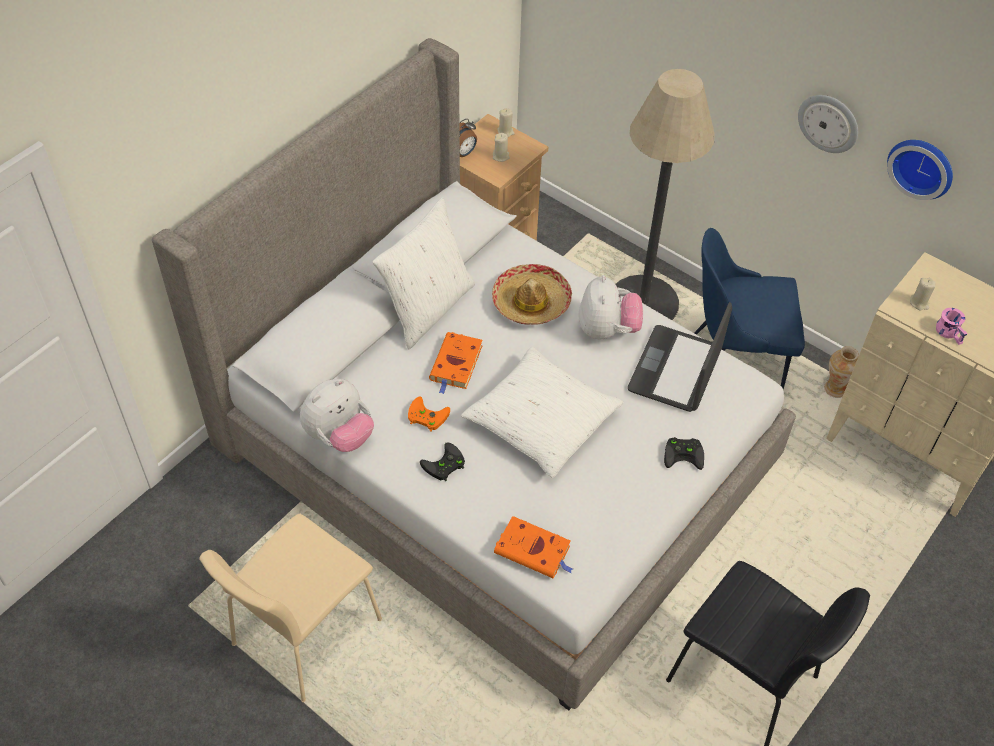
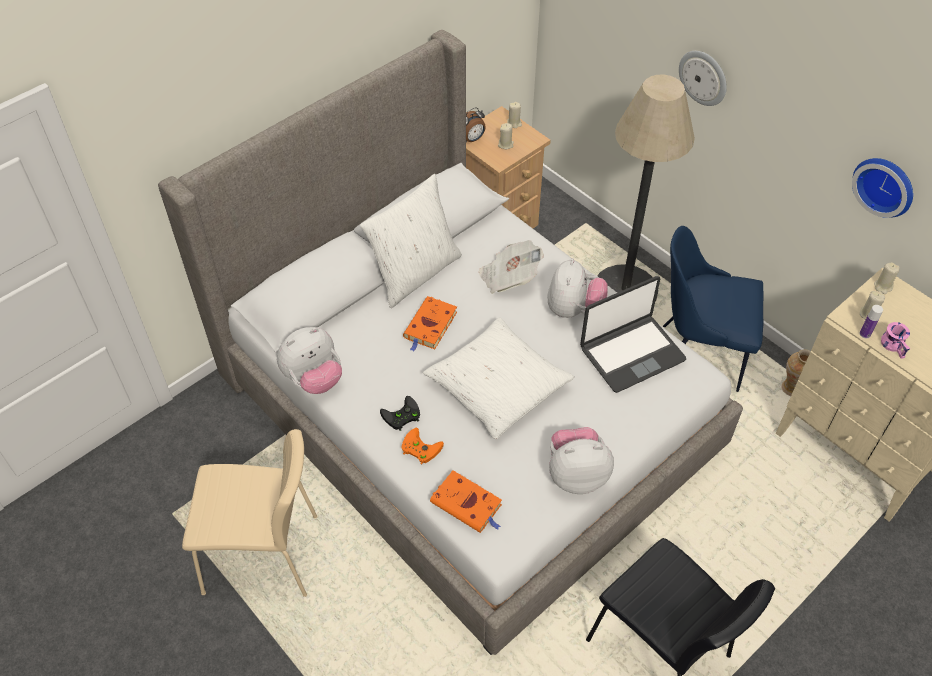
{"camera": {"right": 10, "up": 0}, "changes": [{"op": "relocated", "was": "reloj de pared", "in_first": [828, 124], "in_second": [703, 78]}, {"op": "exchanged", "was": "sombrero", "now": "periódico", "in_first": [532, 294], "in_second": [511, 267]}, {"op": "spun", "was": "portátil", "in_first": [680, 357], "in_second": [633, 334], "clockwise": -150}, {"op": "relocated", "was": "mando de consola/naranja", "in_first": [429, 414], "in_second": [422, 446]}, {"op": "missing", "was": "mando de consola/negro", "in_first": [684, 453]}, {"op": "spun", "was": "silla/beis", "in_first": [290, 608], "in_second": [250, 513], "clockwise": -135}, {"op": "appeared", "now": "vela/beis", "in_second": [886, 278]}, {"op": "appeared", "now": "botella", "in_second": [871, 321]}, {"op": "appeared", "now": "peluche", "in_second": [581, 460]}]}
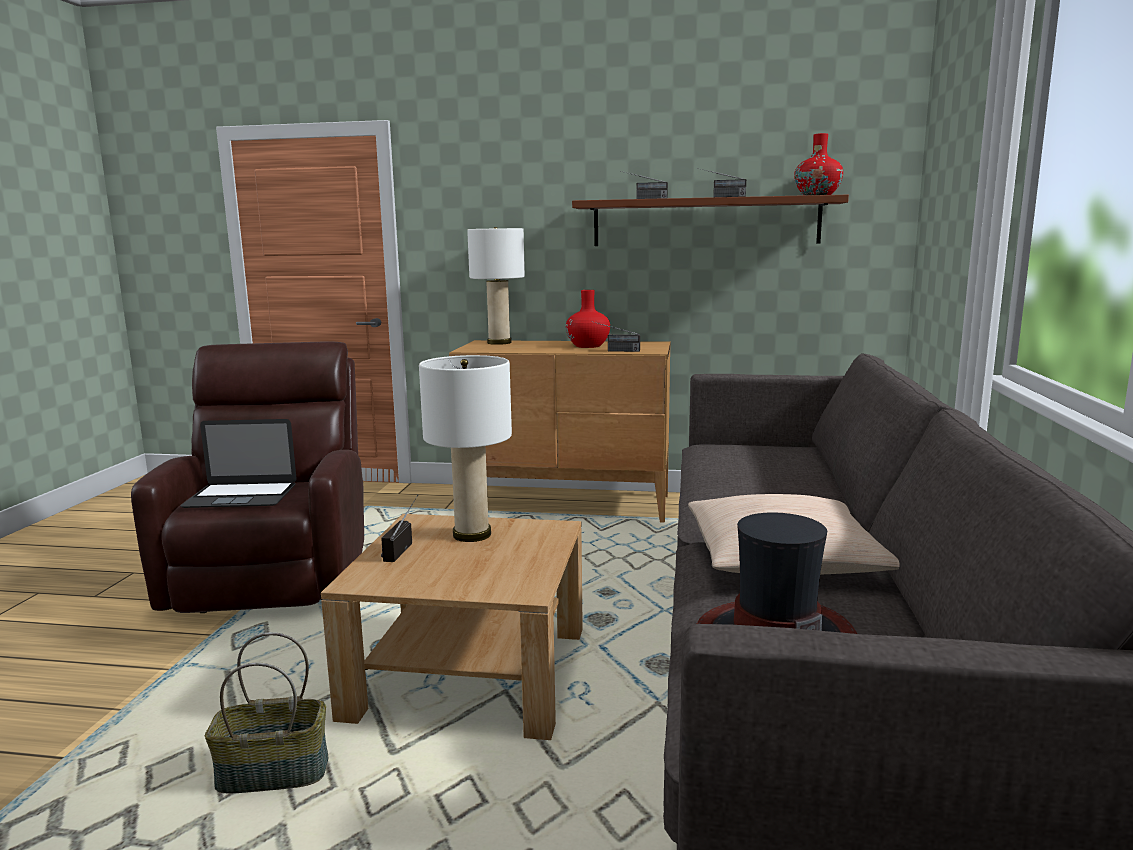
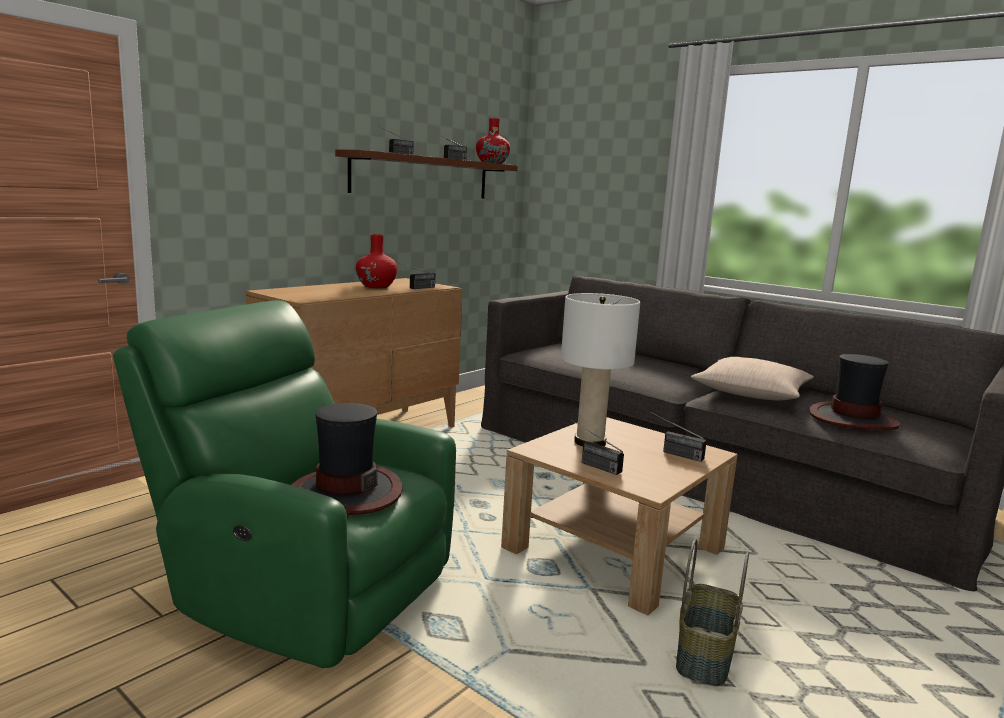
{"camera": {"right": -60, "up": 0}, "changes": [{"op": "missing", "was": "lámpara de mesa/blanco", "in_first": [496, 286]}, {"op": "colour", "was": "sillón/marrón", "now": "sillón/verde", "in_first": [247, 477], "in_second": [284, 484]}, {"op": "exchanged", "was": "portátil", "now": "sombrero", "in_first": [239, 463], "in_second": [347, 459]}, {"op": "appeared", "now": "radio", "in_second": [678, 437]}]}
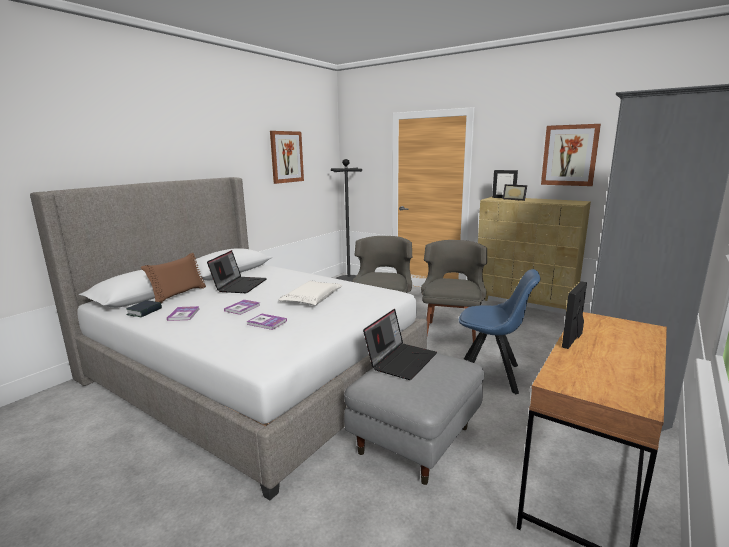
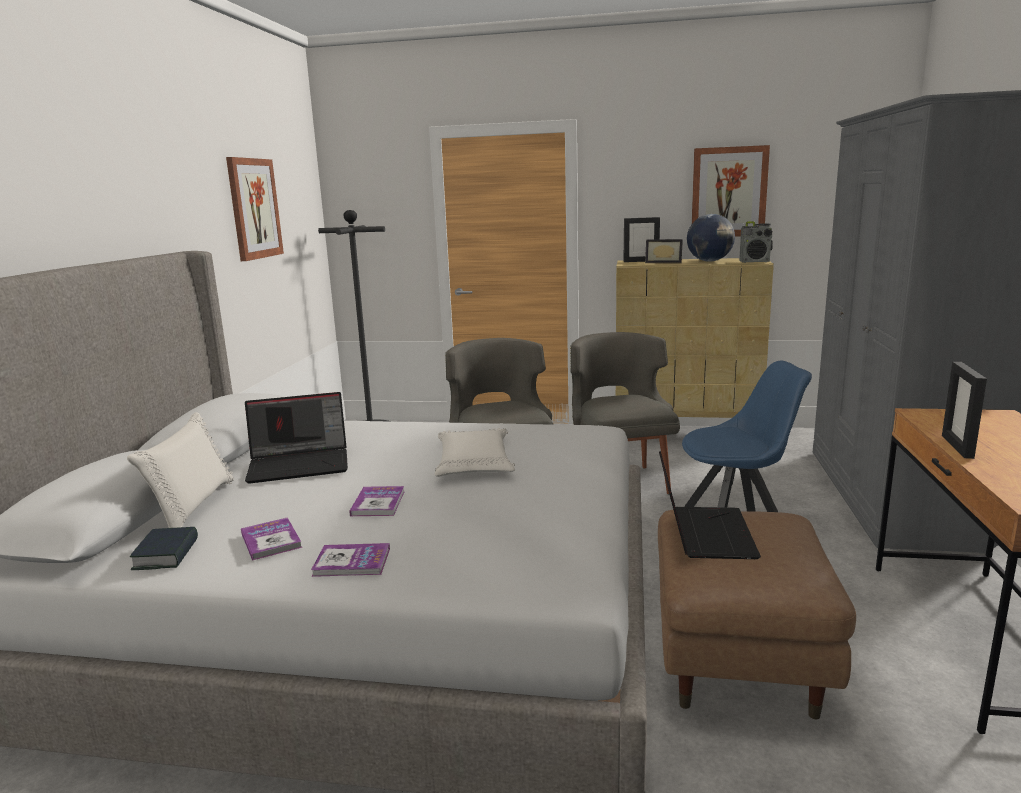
{"camera": {"right": -25, "up": 0}, "changes": [{"op": "spun", "was": "portátil", "in_first": [237, 271], "in_second": [296, 438], "clockwise": 90}, {"op": "colour", "was": "cojín/marrón", "now": "cojín/blanco", "in_first": [173, 278], "in_second": [180, 470]}, {"op": "relocated", "was": "libro", "in_first": [266, 322], "in_second": [350, 560]}, {"op": "colour", "was": "puf/gris", "now": "puf/marrón", "in_first": [414, 419], "in_second": [757, 614]}, {"op": "appeared", "now": "globo terráqueo", "in_second": [711, 237]}, {"op": "appeared", "now": "radio", "in_second": [756, 242]}]}
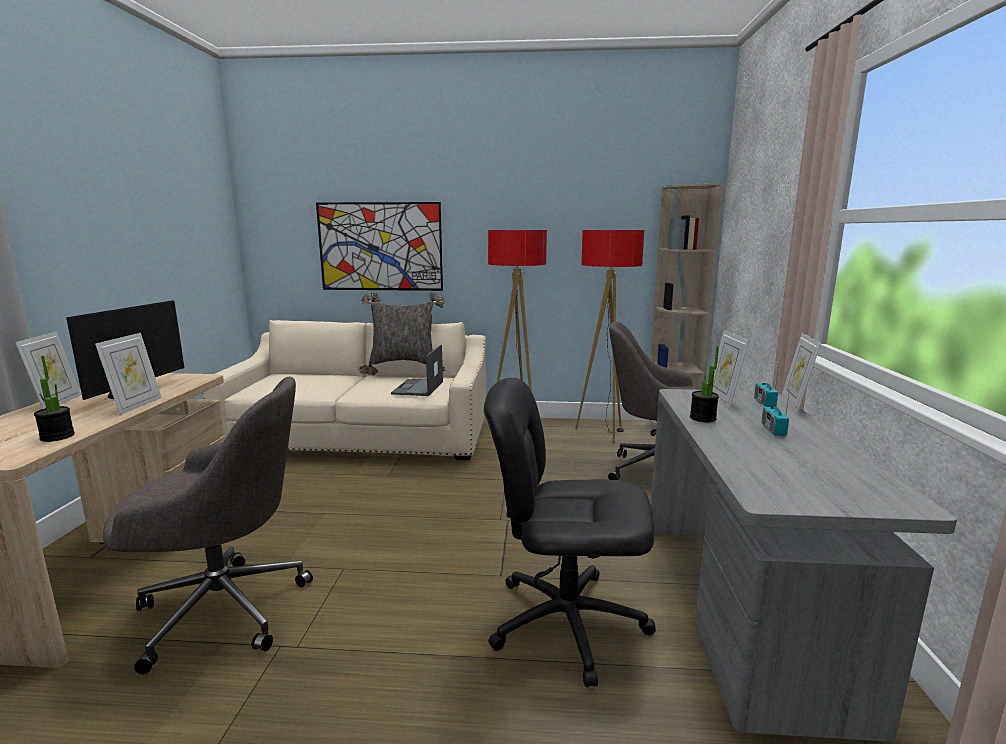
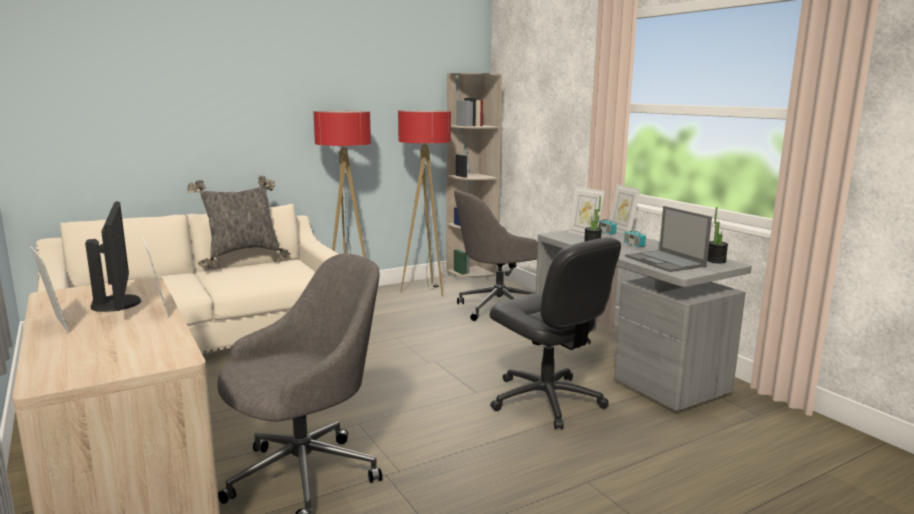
{"camera": {"right": -35, "up": 0}, "changes": [{"op": "missing", "was": "cuadro", "in_first": [379, 246]}, {"op": "relocated", "was": "portátil", "in_first": [417, 370], "in_second": [668, 239]}, {"op": "relocated", "was": "planta en maceta", "in_first": [54, 399], "in_second": [717, 235]}, {"op": "spun", "was": "silla de oficina/negro", "in_first": [570, 532], "in_second": [555, 333], "clockwise": -105}]}
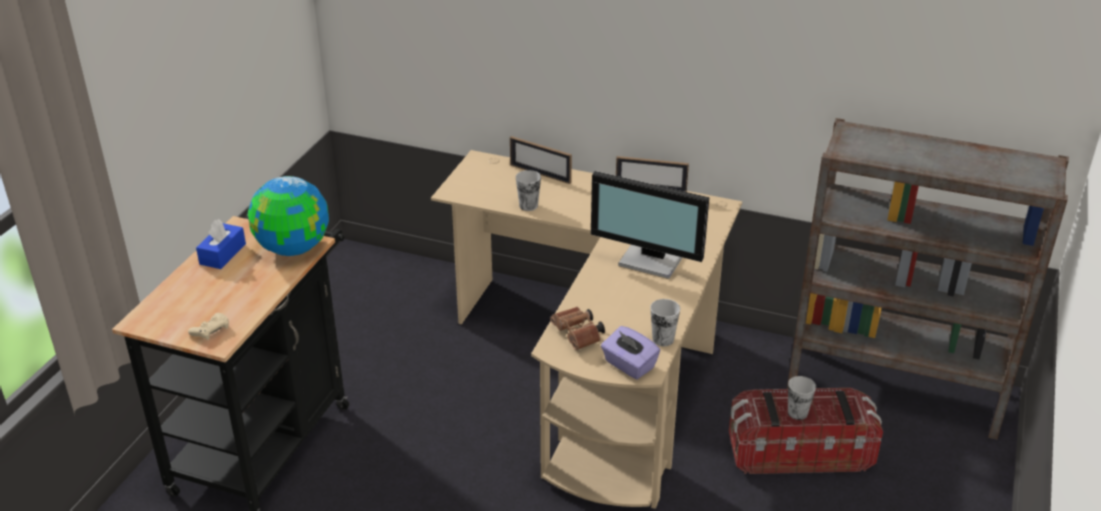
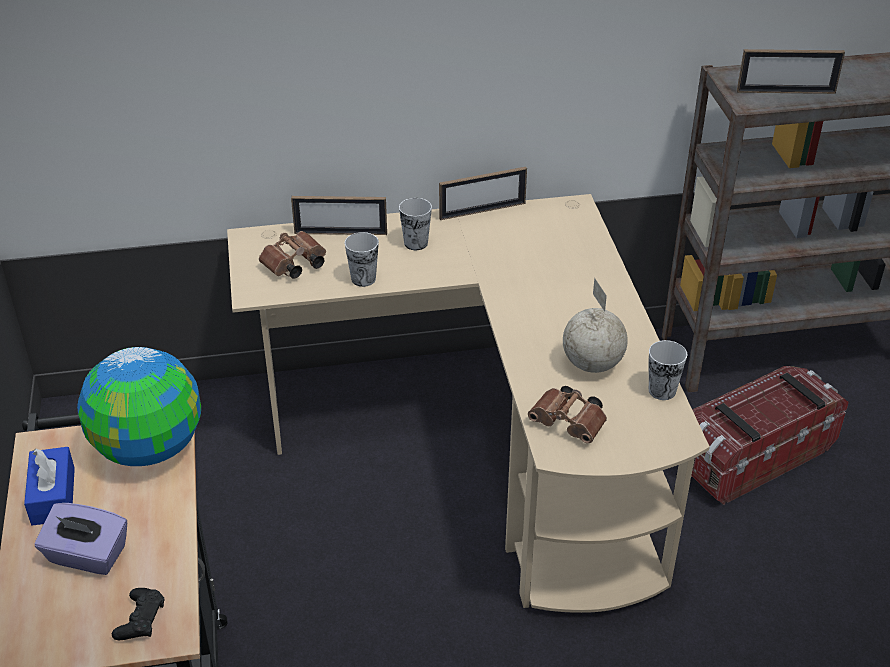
{"camera": {"right": -30, "up": 5}, "changes": [{"op": "missing", "was": "monitor", "in_first": [650, 225]}, {"op": "colour", "was": "mando de consola/beis", "now": "mando de consola/negro", "in_first": [208, 326], "in_second": [138, 614]}, {"op": "relocated", "was": "caja de pañuelos/morado", "in_first": [630, 352], "in_second": [80, 539]}, {"op": "relocated", "was": "taza", "in_first": [802, 398], "in_second": [415, 224]}, {"op": "appeared", "now": "portarretratos", "in_second": [791, 71]}, {"op": "appeared", "now": "prismáticos/marrón", "in_second": [292, 255]}, {"op": "appeared", "now": "globo terráqueo", "in_second": [595, 325]}]}
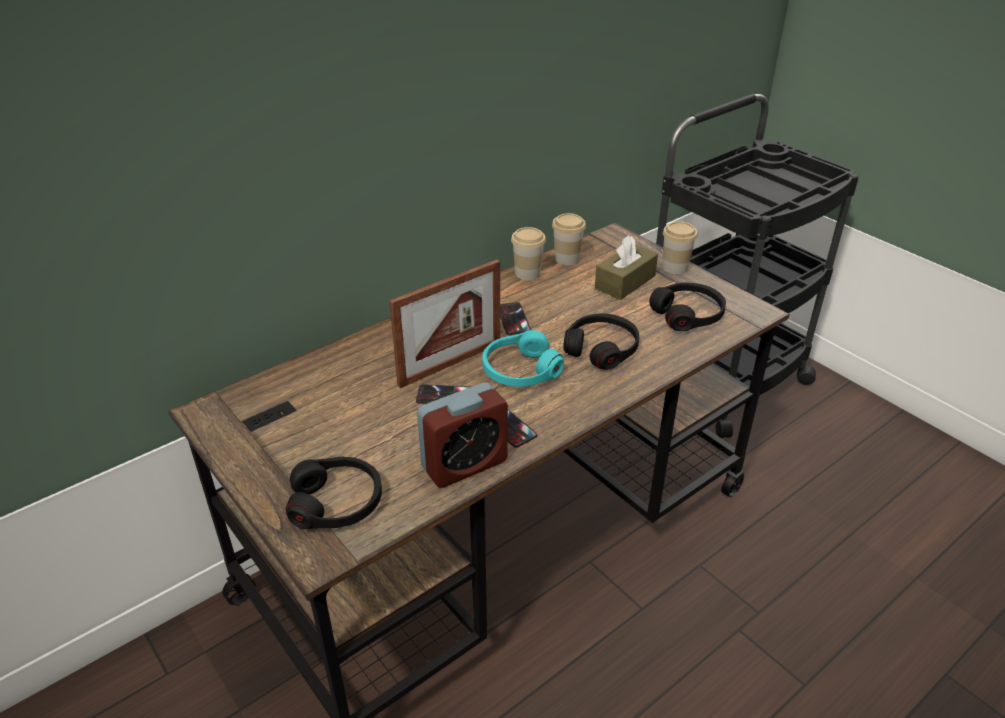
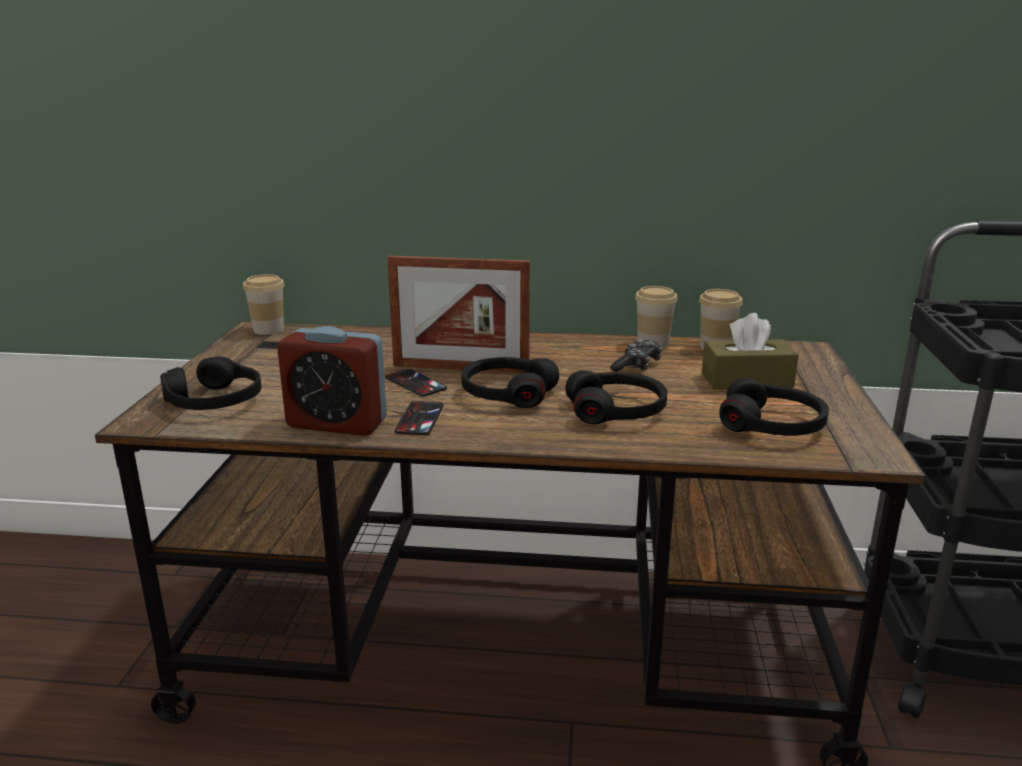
{"camera": {"right": 45, "up": -15}, "changes": [{"op": "relocated", "was": "taza", "in_first": [680, 247], "in_second": [264, 304]}, {"op": "missing", "was": "móvil", "in_first": [515, 318]}, {"op": "colour", "was": "auriculares/turquesa", "now": "auriculares/negro", "in_first": [523, 358], "in_second": [510, 382]}, {"op": "appeared", "now": "mando de consola", "in_second": [636, 355]}]}
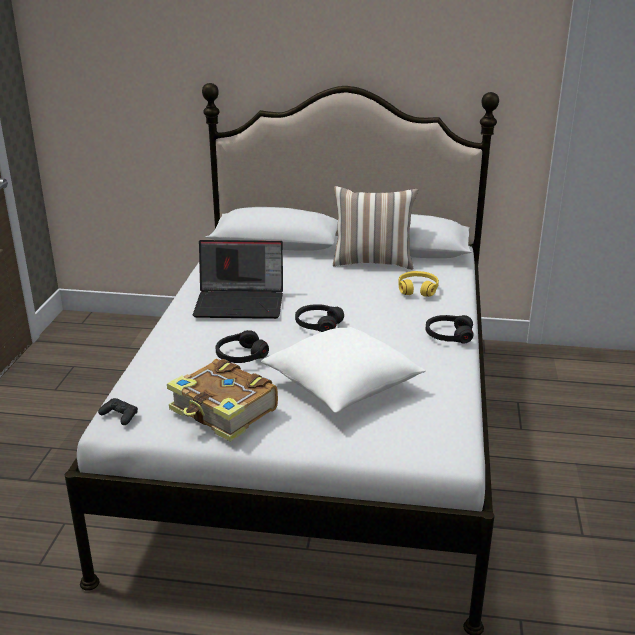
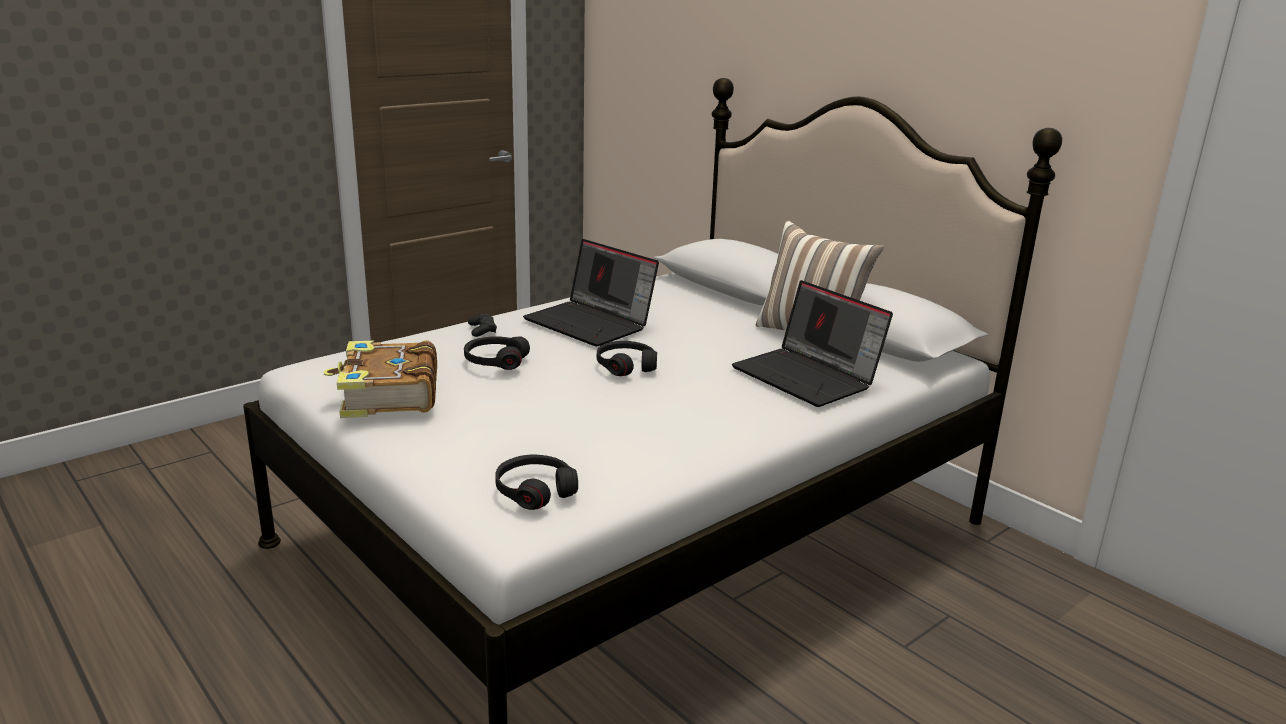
{"camera": {"right": 40, "up": -5}, "changes": [{"op": "exchanged", "was": "auriculares/amarillo", "now": "portátil", "in_first": [418, 284], "in_second": [812, 343]}, {"op": "relocated", "was": "auriculares/negro", "in_first": [450, 329], "in_second": [536, 482]}, {"op": "missing", "was": "cojín/blanco", "in_first": [343, 370]}, {"op": "relocated", "was": "mando de consola/negro", "in_first": [118, 411], "in_second": [482, 325]}]}
